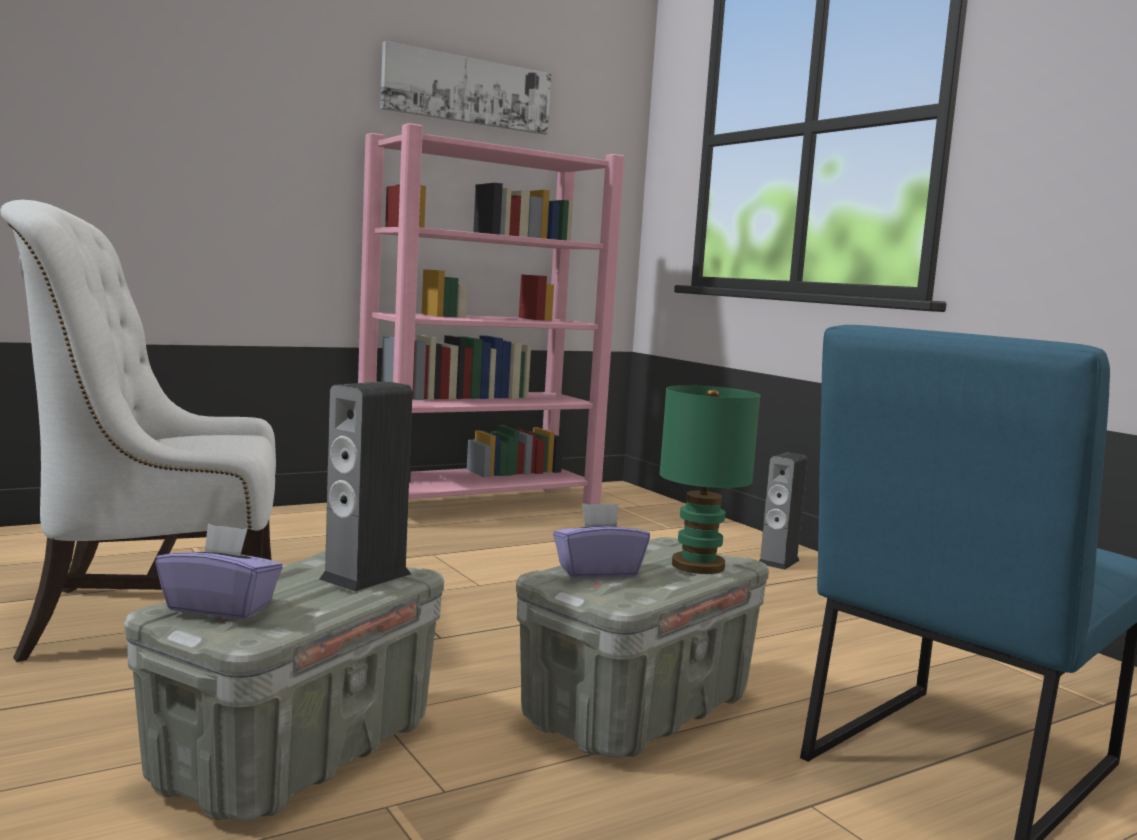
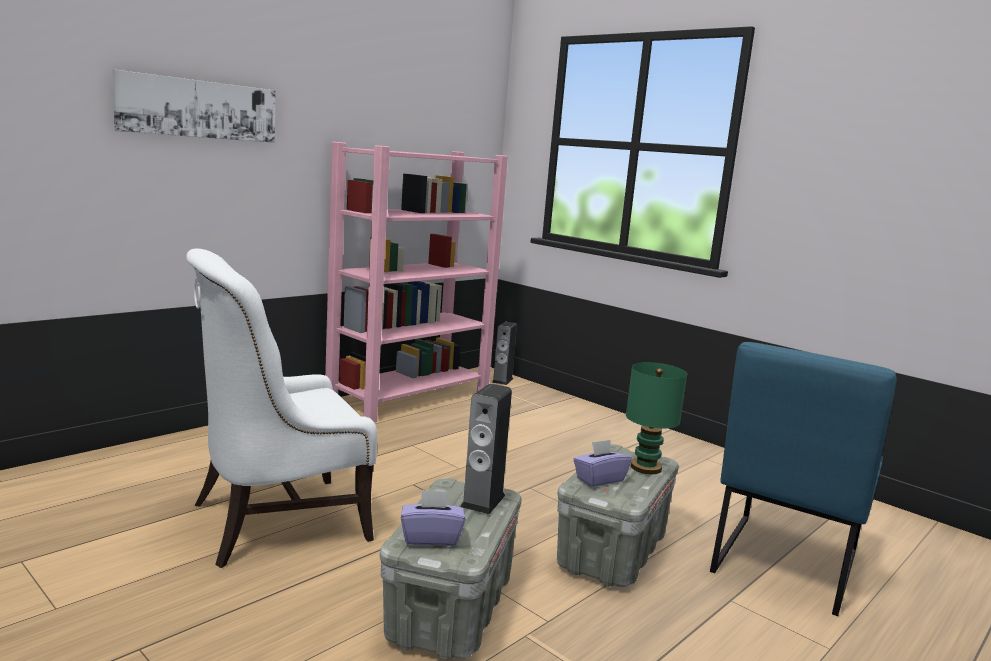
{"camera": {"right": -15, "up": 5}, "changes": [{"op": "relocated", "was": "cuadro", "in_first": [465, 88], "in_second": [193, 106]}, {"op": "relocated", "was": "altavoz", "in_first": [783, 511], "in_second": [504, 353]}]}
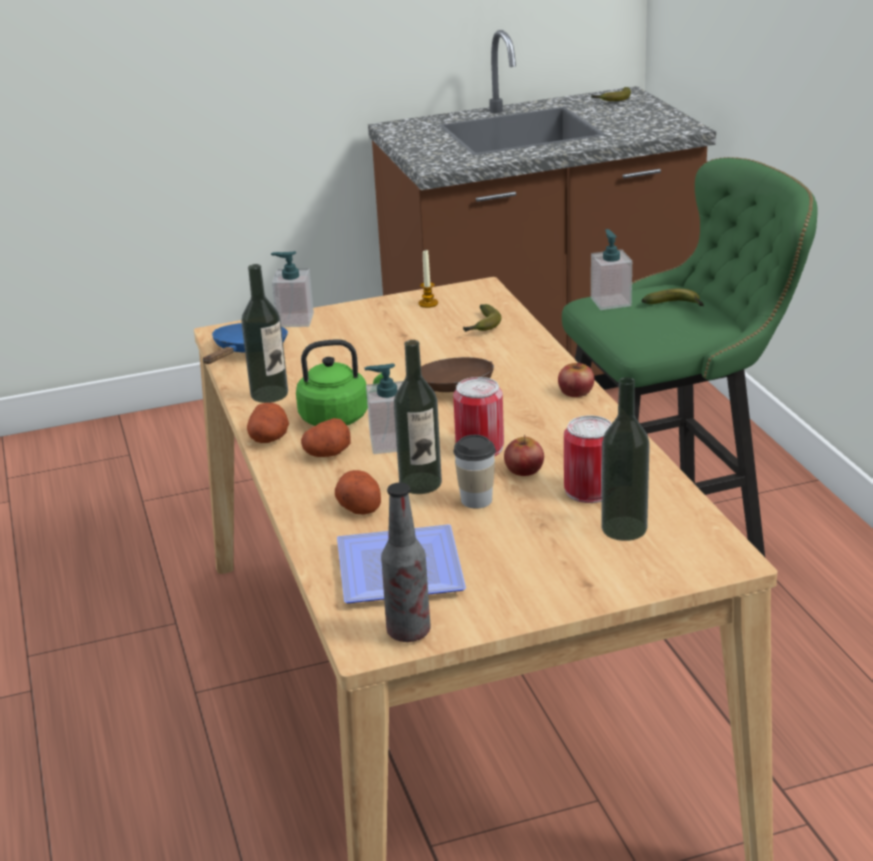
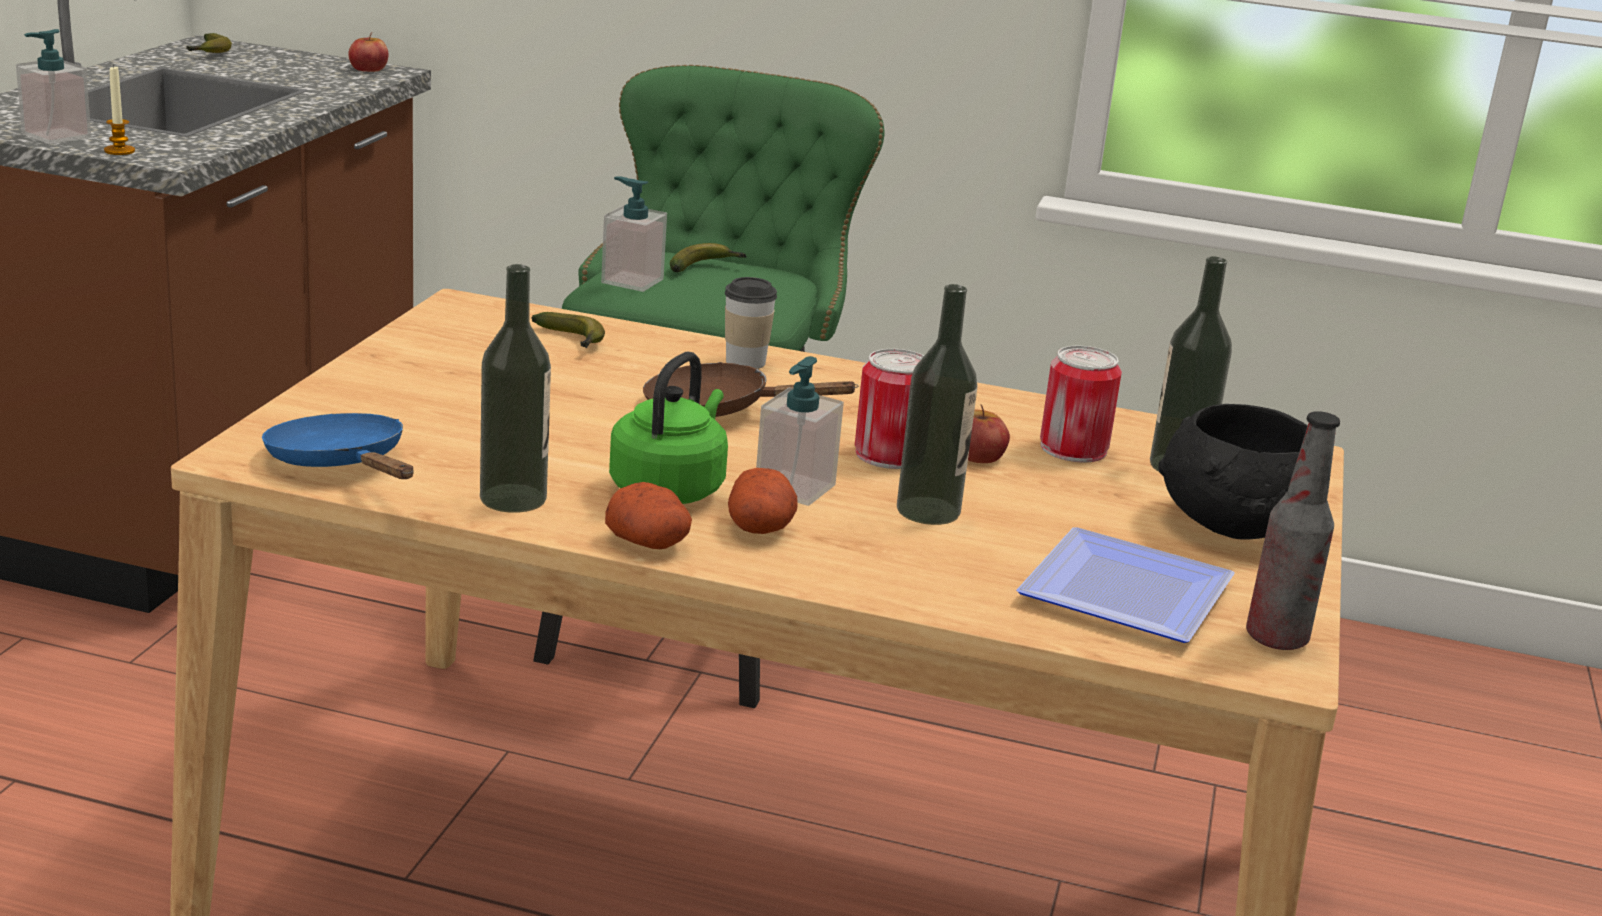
{"camera": {"right": -60, "up": -5}, "changes": [{"op": "relocated", "was": "vela", "in_first": [428, 279], "in_second": [119, 110]}, {"op": "relocated", "was": "dispensador de jabón", "in_first": [292, 289], "in_second": [53, 86]}, {"op": "relocated", "was": "manzana", "in_first": [576, 379], "in_second": [368, 52]}, {"op": "relocated", "was": "taza", "in_first": [474, 472], "in_second": [751, 323]}, {"op": "missing", "was": "patata", "in_first": [358, 492]}, {"op": "appeared", "now": "cuenco/negro", "in_second": [1233, 472]}]}
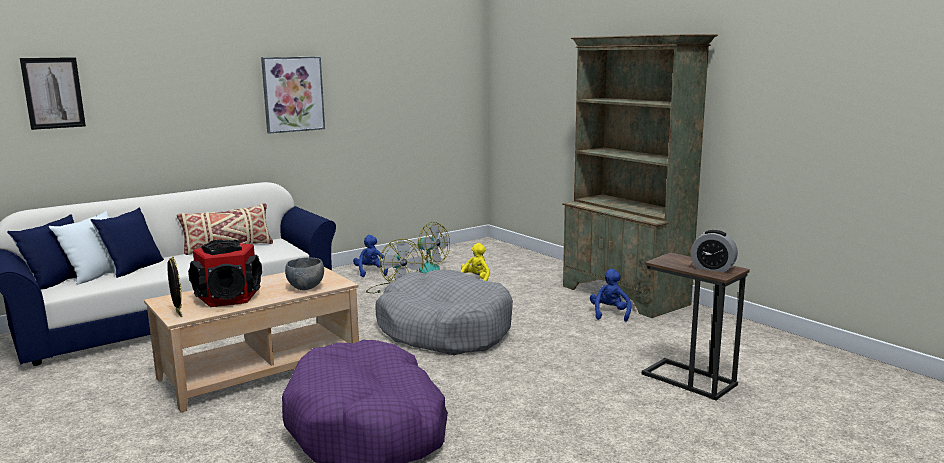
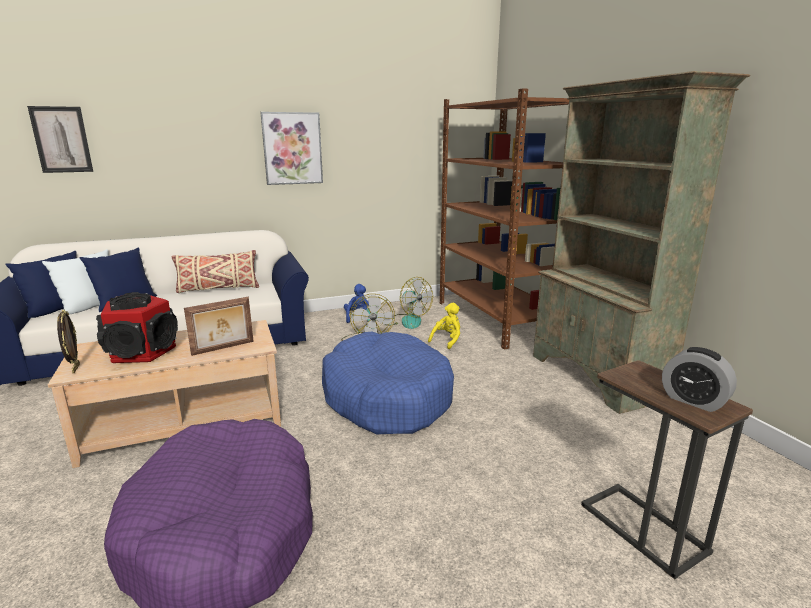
{"camera": {"right": 15, "up": 5}, "changes": [{"op": "exchanged", "was": "cuenco/gris", "now": "portarretratos", "in_first": [304, 274], "in_second": [219, 326]}, {"op": "missing", "was": "peluche/azul", "in_first": [610, 295]}, {"op": "colour", "was": "cama para perro/gris", "now": "cama para perro/azul", "in_first": [444, 312], "in_second": [388, 383]}, {"op": "appeared", "now": "estantería/marrón", "in_second": [504, 218]}]}
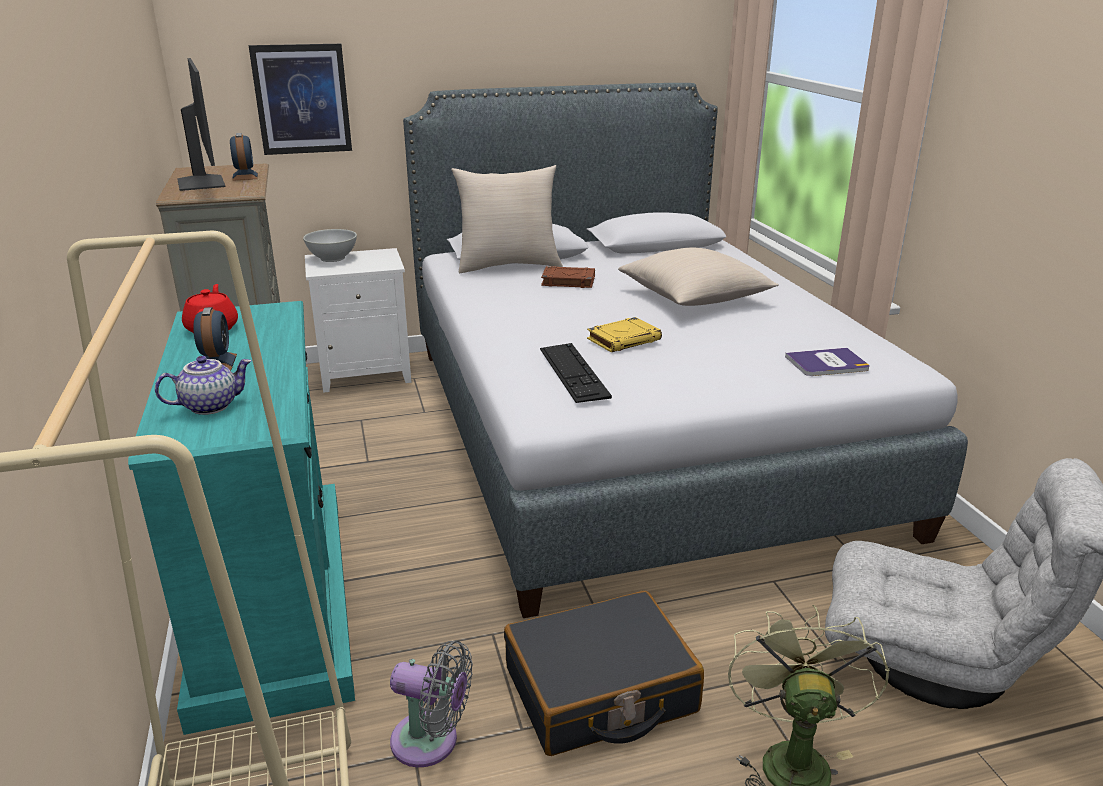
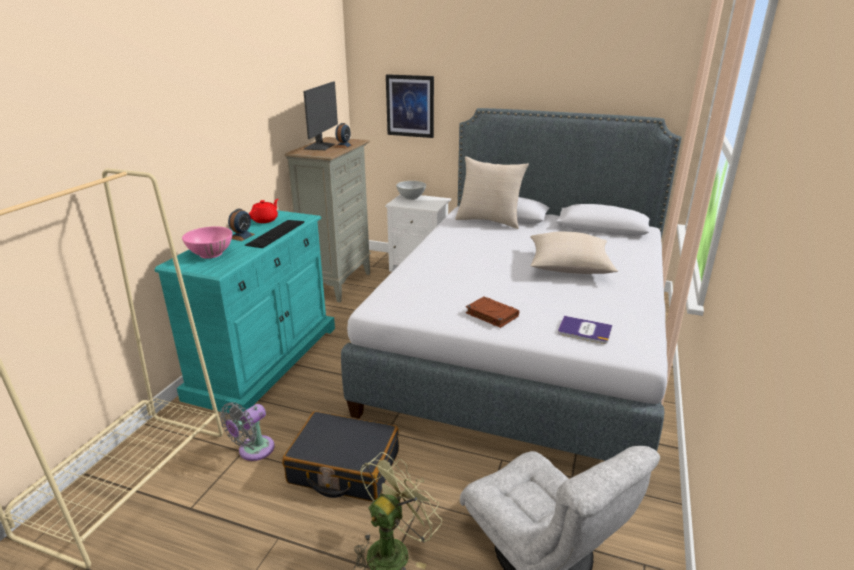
{"camera": {"right": 35, "up": 0}, "changes": [{"op": "relocated", "was": "libro/marrón", "in_first": [568, 277], "in_second": [492, 312]}, {"op": "missing", "was": "libro/amarillo", "in_first": [624, 334]}, {"op": "relocated", "was": "teclado", "in_first": [576, 373], "in_second": [274, 234]}, {"op": "exchanged", "was": "tetera", "now": "cuenco/rosa", "in_first": [203, 385], "in_second": [207, 242]}, {"op": "spun", "was": "ventilador/gris", "in_first": [431, 704], "in_second": [247, 431], "clockwise": 75}]}
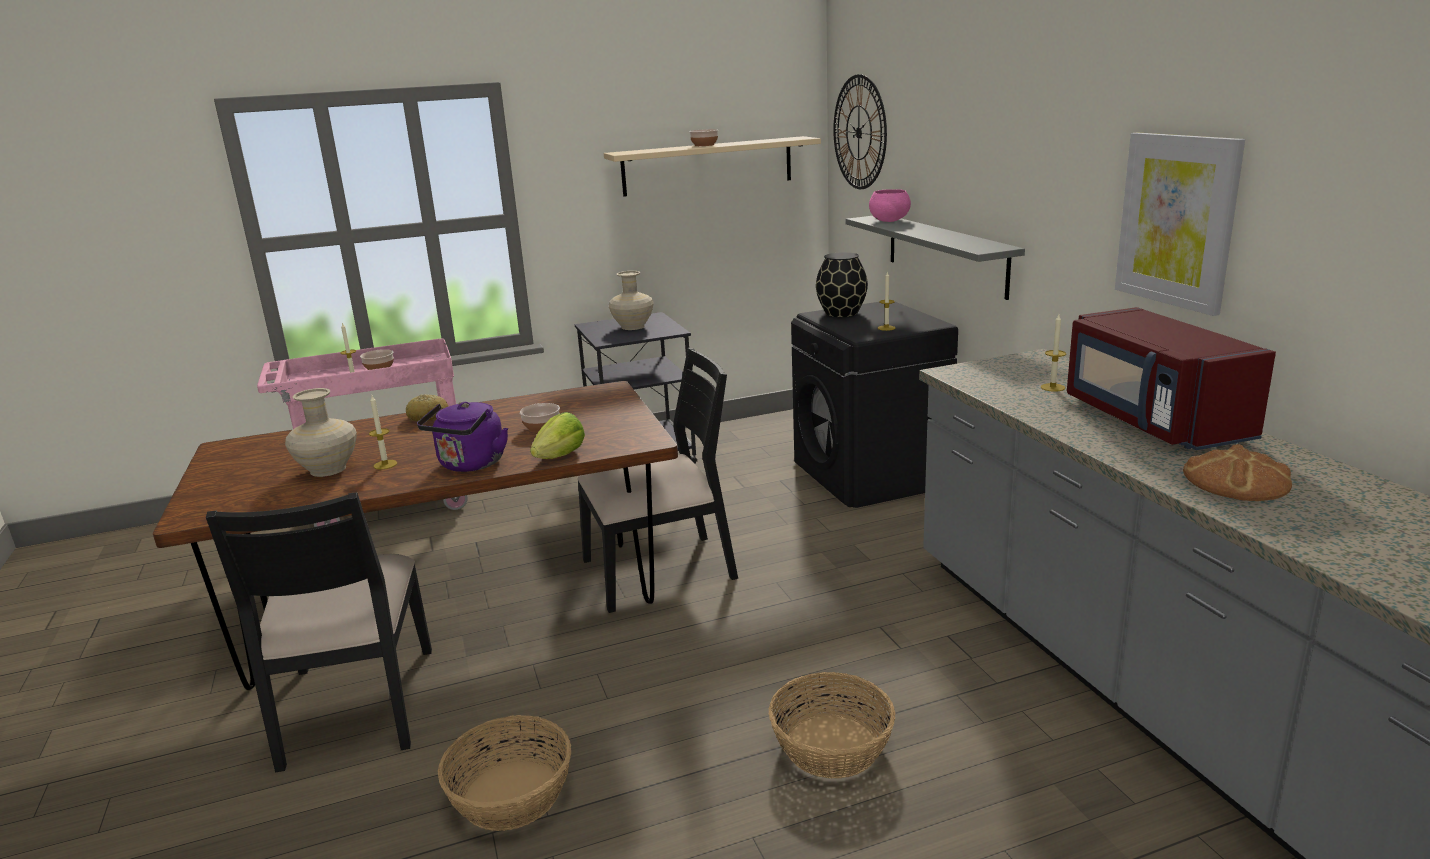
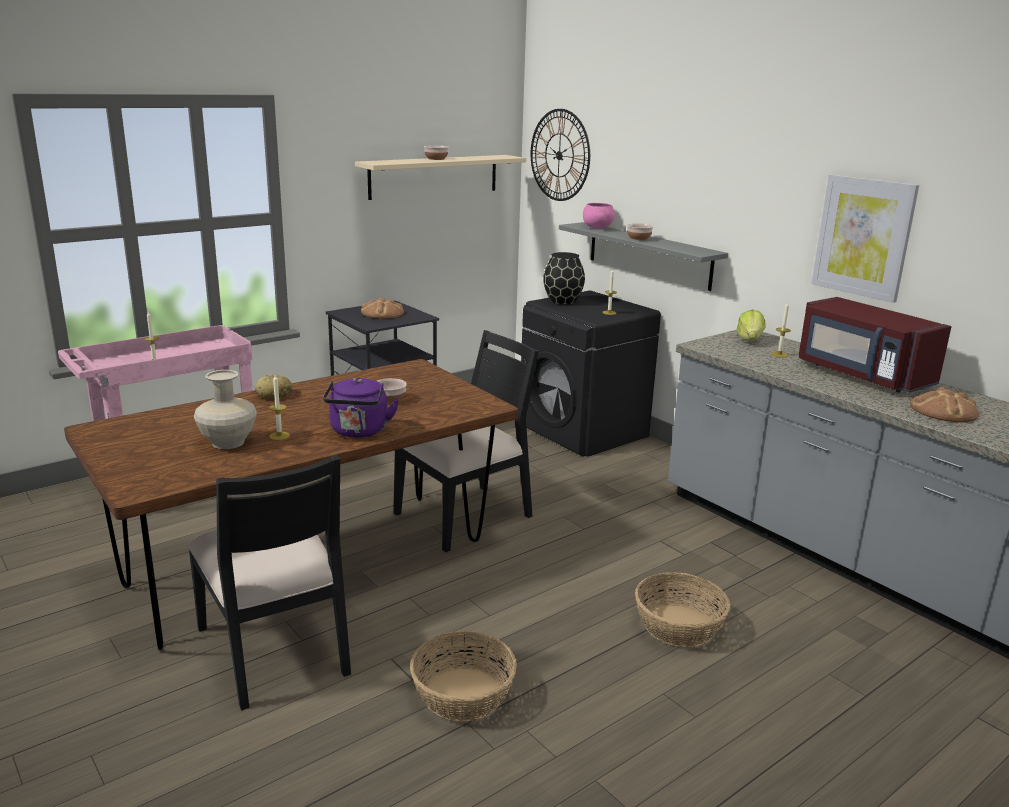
{"camera": {"right": -20, "up": 0}, "changes": [{"op": "exchanged", "was": "florero/beis", "now": "pan", "in_first": [631, 300], "in_second": [382, 308]}, {"op": "relocated", "was": "cuenco", "in_first": [377, 359], "in_second": [640, 231]}, {"op": "relocated", "was": "lechuga", "in_first": [557, 435], "in_second": [751, 325]}]}
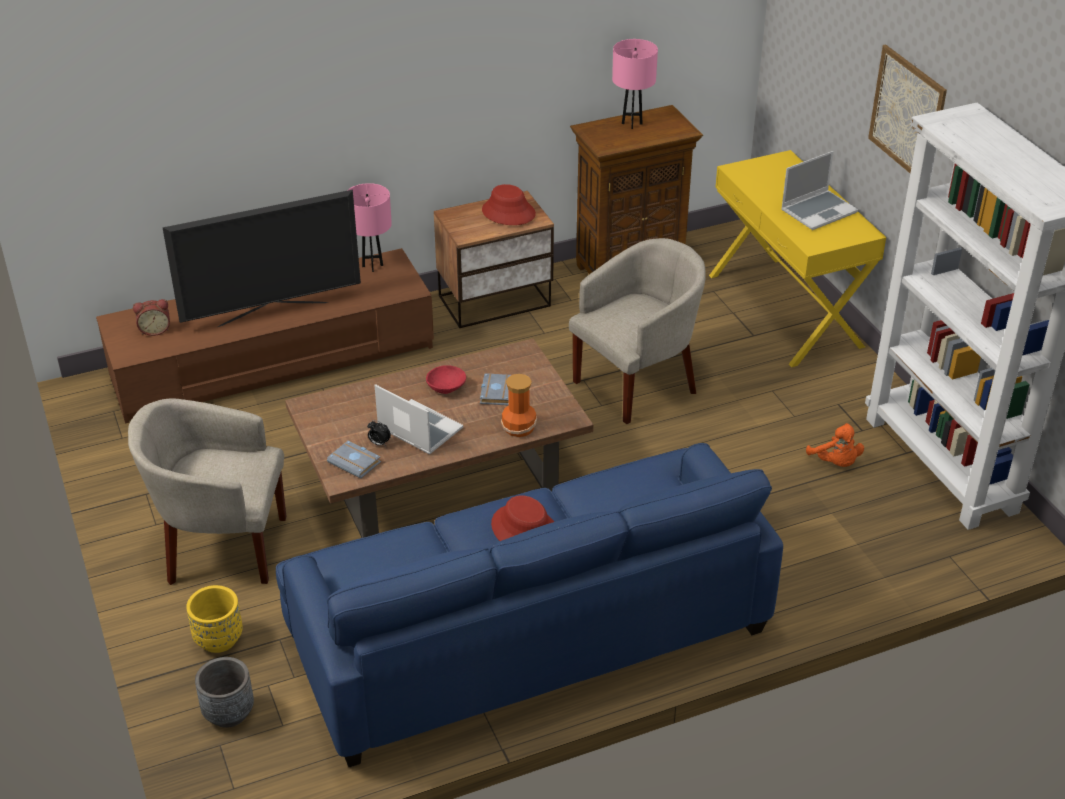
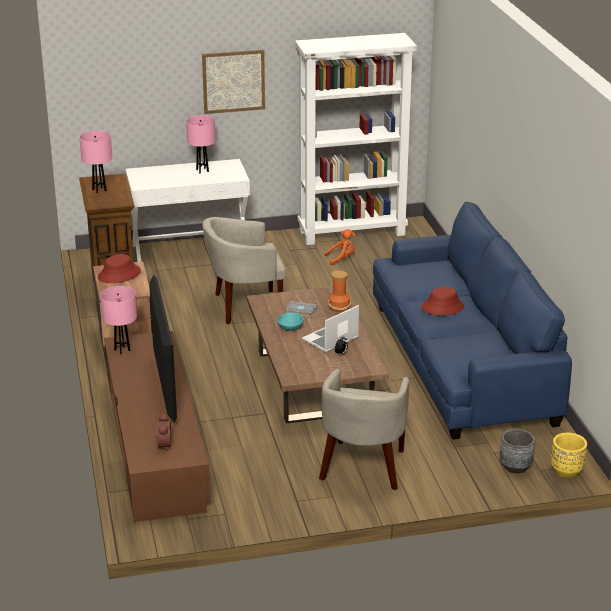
{"camera": {"right": -80, "up": -10}, "changes": [{"op": "colour", "was": "mesa consola/amarillo", "now": "mesa consola/blanco", "in_first": [797, 258], "in_second": [187, 210]}, {"op": "exchanged", "was": "portátil", "now": "lámpara de mesa/rosa", "in_first": [819, 190], "in_second": [201, 144]}, {"op": "spun", "was": "sillón/beis", "in_first": [637, 331], "in_second": [244, 270], "clockwise": -75}, {"op": "colour", "was": "cuenco/rojo", "now": "cuenco/turquesa", "in_first": [446, 379], "in_second": [290, 322]}, {"op": "missing", "was": "libro/gris", "in_first": [354, 460]}, {"op": "relocated", "was": "maceta/amarillo", "in_first": [214, 619], "in_second": [569, 455]}]}
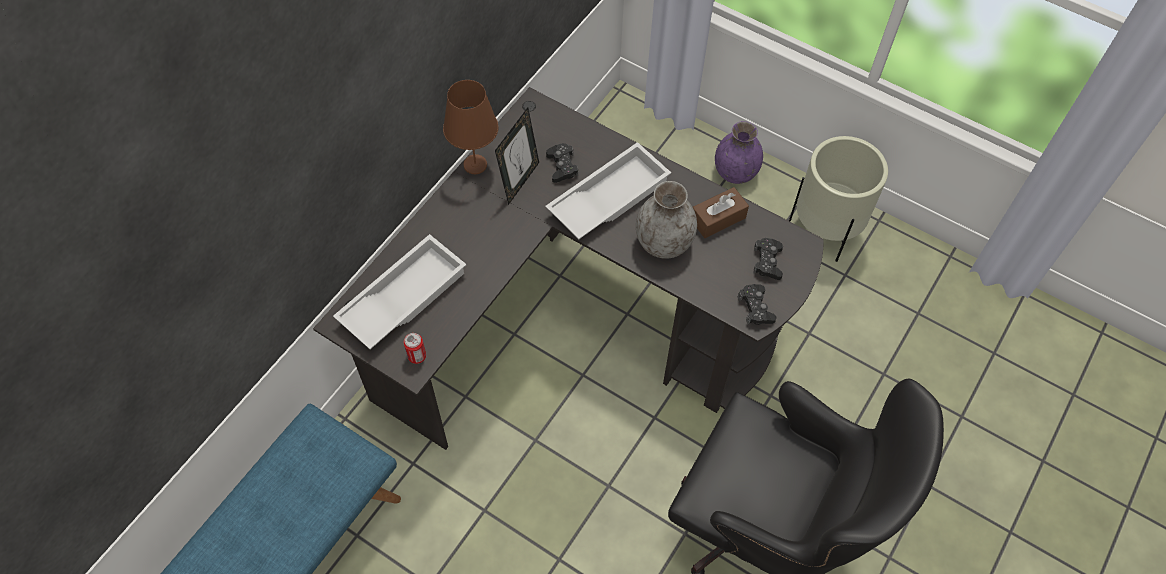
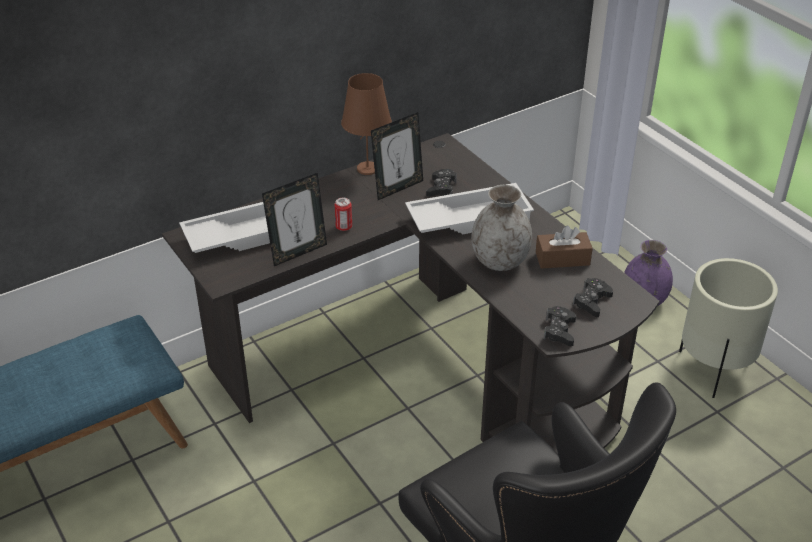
{"camera": {"right": 25, "up": -20}, "changes": [{"op": "relocated", "was": "lata", "in_first": [415, 348], "in_second": [343, 214]}, {"op": "appeared", "now": "portarretratos", "in_second": [294, 219]}]}
